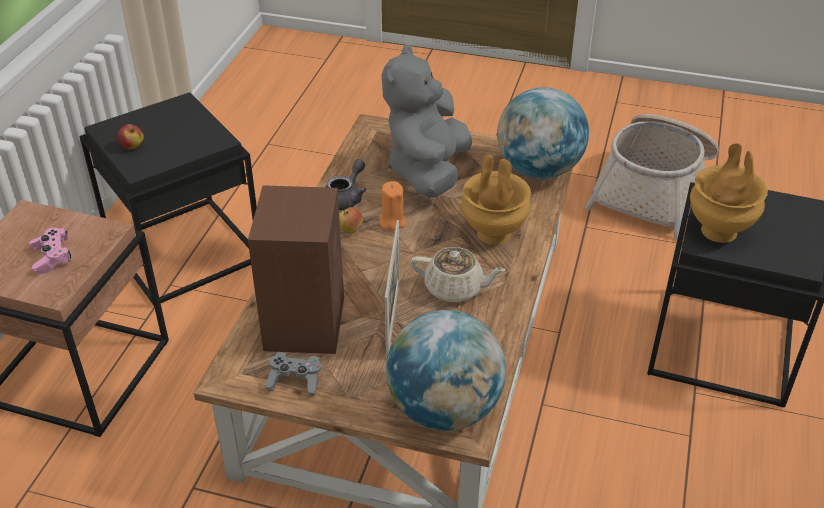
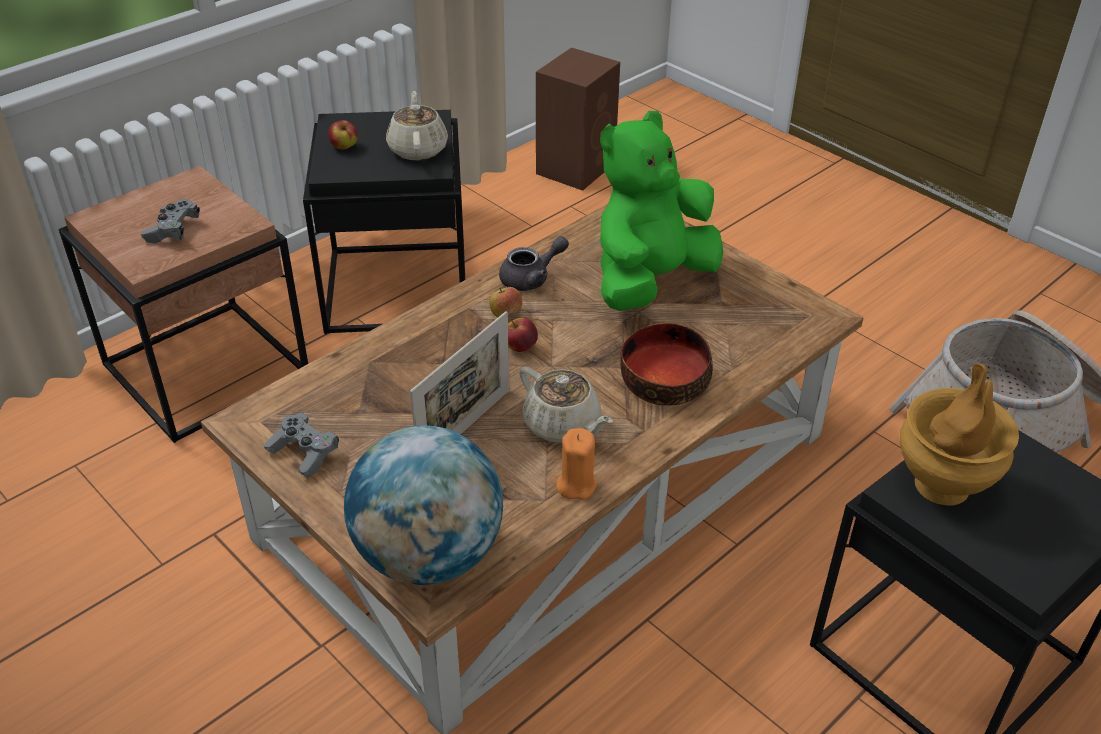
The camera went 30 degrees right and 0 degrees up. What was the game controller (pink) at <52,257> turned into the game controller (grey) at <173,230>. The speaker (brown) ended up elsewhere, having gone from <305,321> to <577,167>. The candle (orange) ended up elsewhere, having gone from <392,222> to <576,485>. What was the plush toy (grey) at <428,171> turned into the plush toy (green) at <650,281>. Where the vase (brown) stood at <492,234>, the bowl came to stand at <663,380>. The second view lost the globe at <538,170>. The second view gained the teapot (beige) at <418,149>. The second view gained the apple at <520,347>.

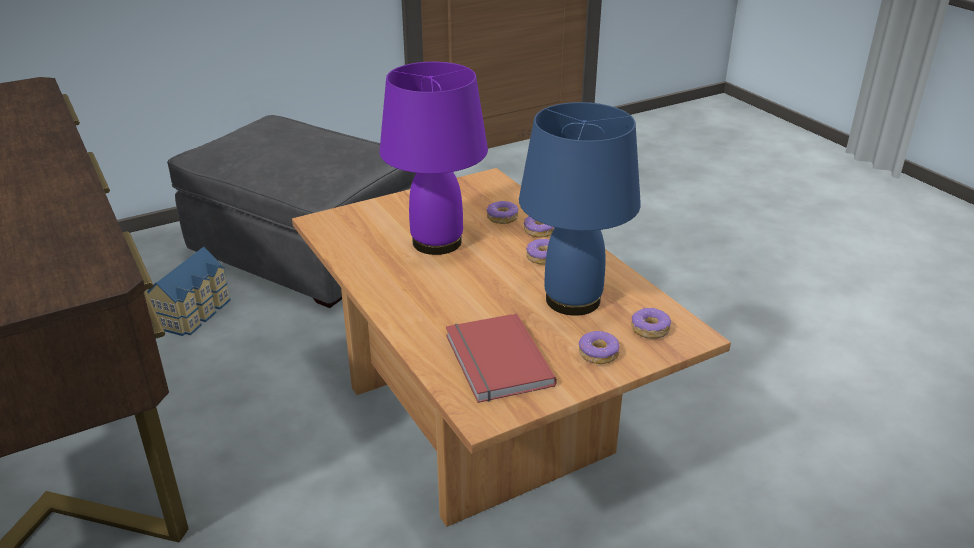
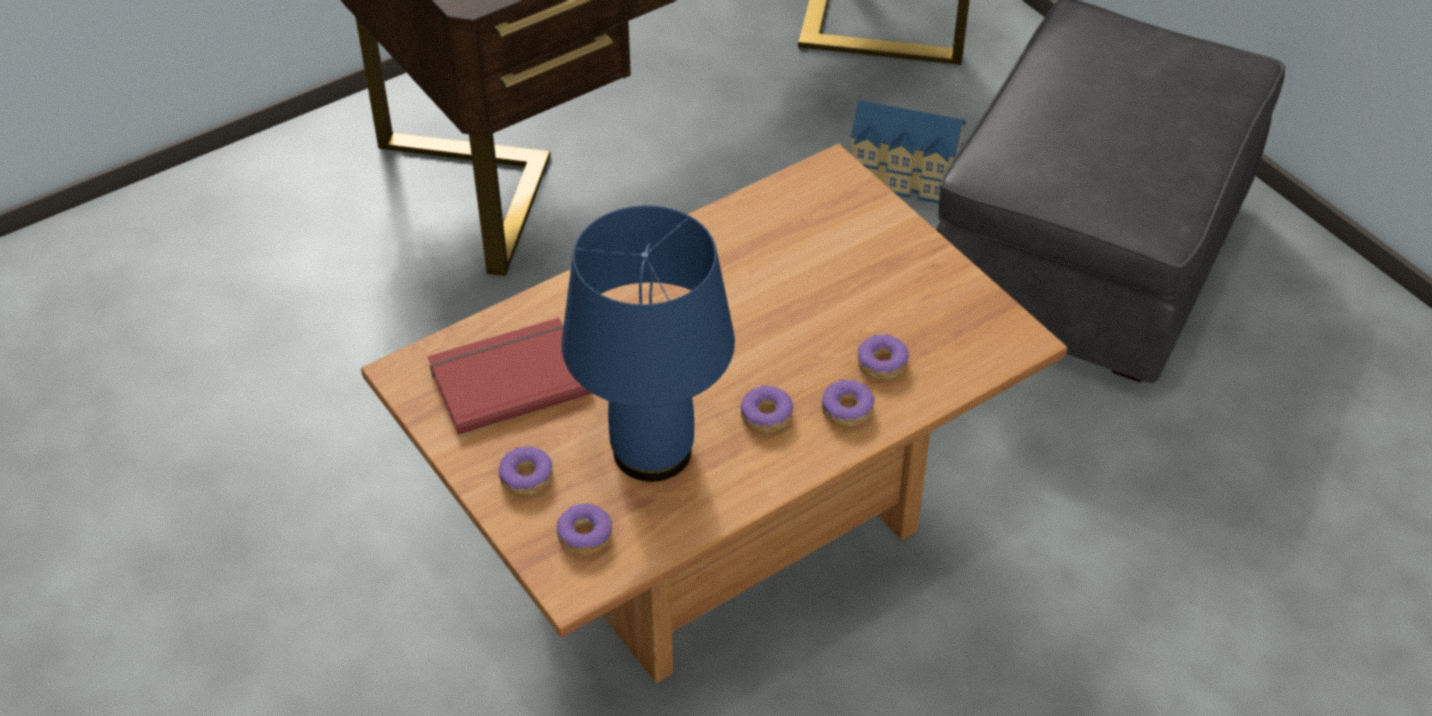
The camera went 85 degrees right and 15 degrees up. The second view lost the table lamp (purple) at <437,243>.

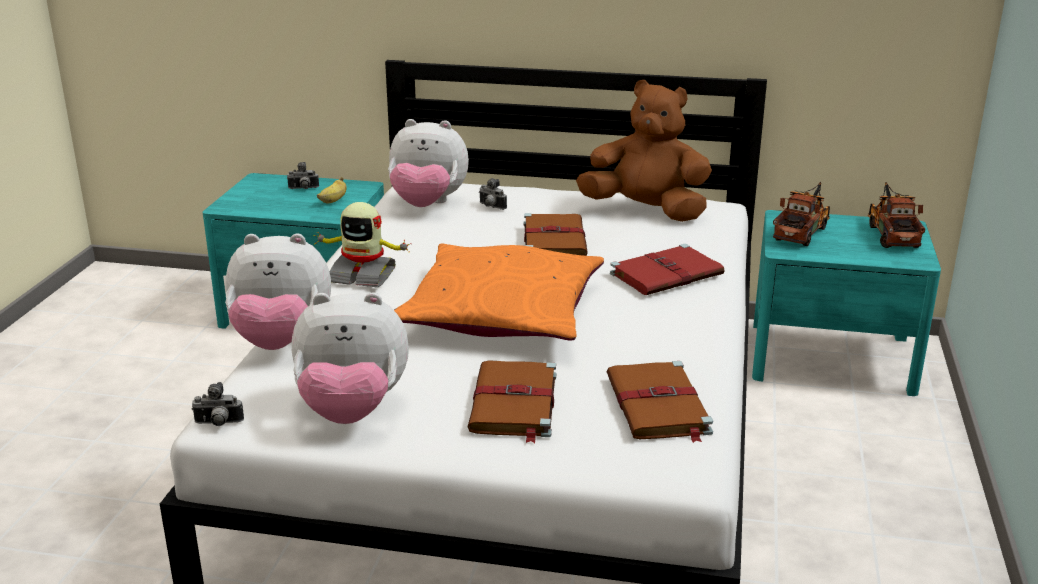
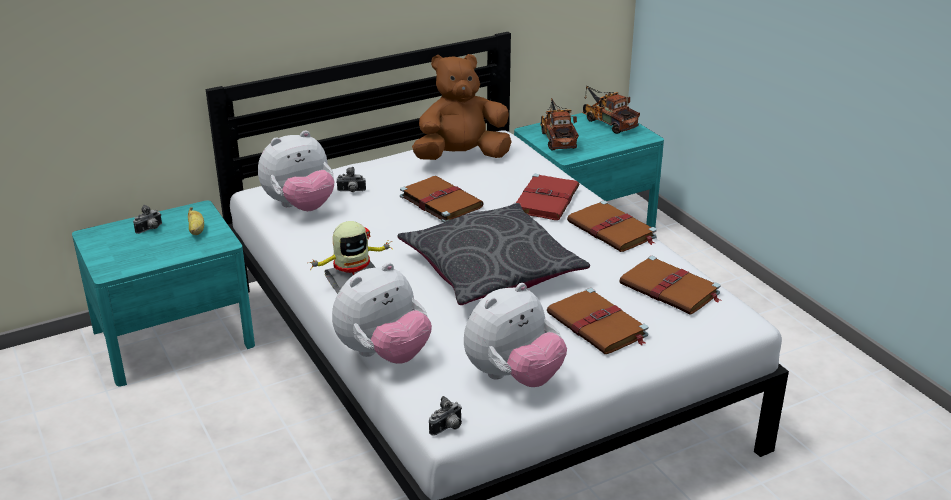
The camera went 40 degrees left and 5 degrees up. What was the pillow (orange) at <501,313> turned into the pillow (grey) at <491,269>. The second view gained the book (brown) at <612,230>.

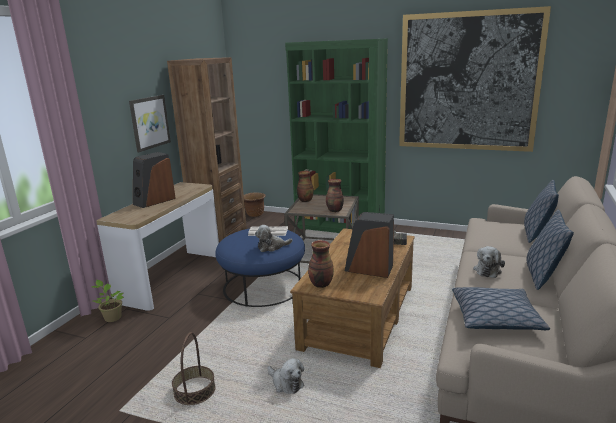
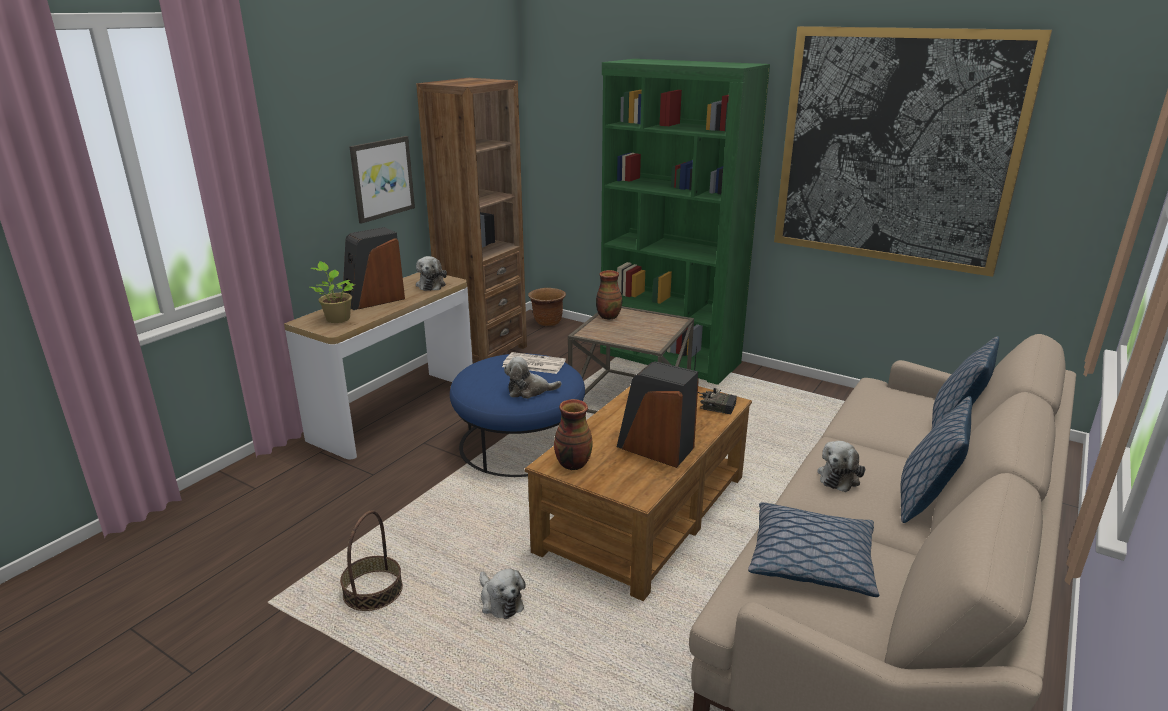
The camera went 10 degrees right and 5 degrees up. The potted plant ended up elsewhere, having gone from <112,317> to <337,318>. The second view lost the vase at <334,210>. The second view gained the plush toy at <431,284>.

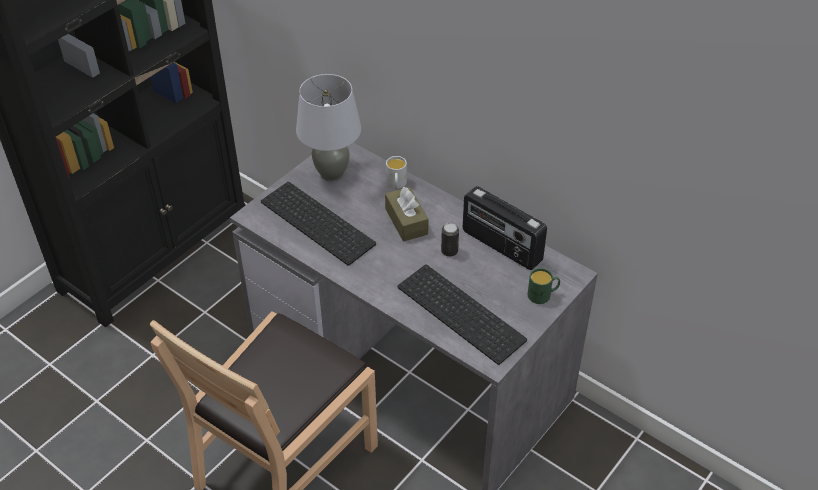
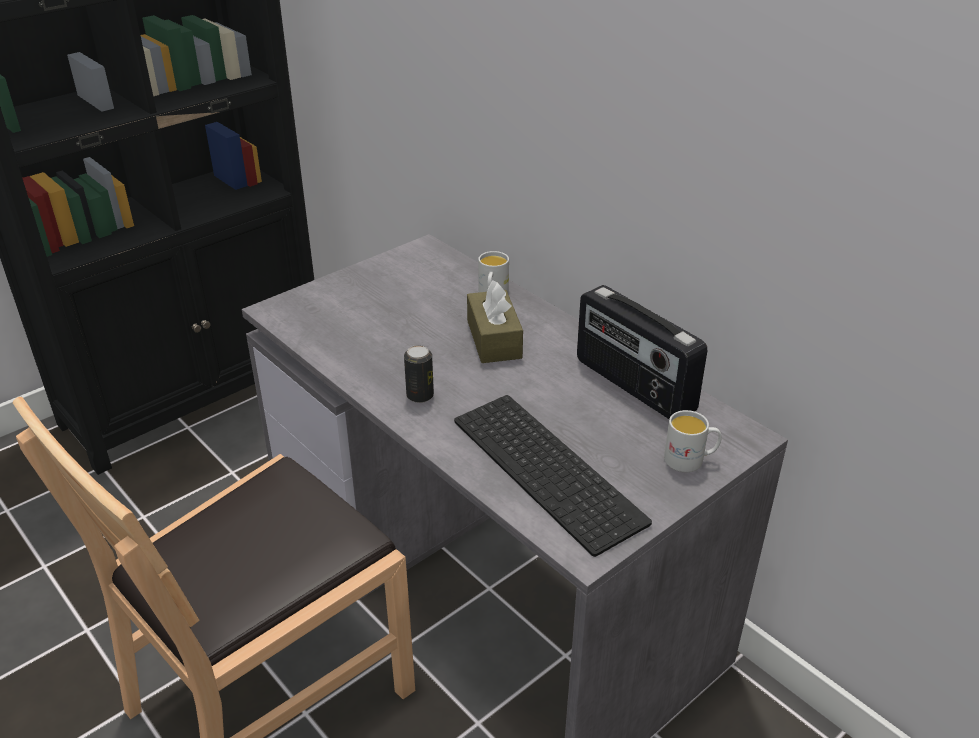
The camera went 10 degrees right and 10 degrees down. The second view lost the keyboard at <320,222>. The second view lost the table lamp (grey) at <331,173>. The can ended up elsewhere, having gone from <449,251> to <420,395>. What was the mug (green) at <543,295> turned into the mug (white) at <690,460>.

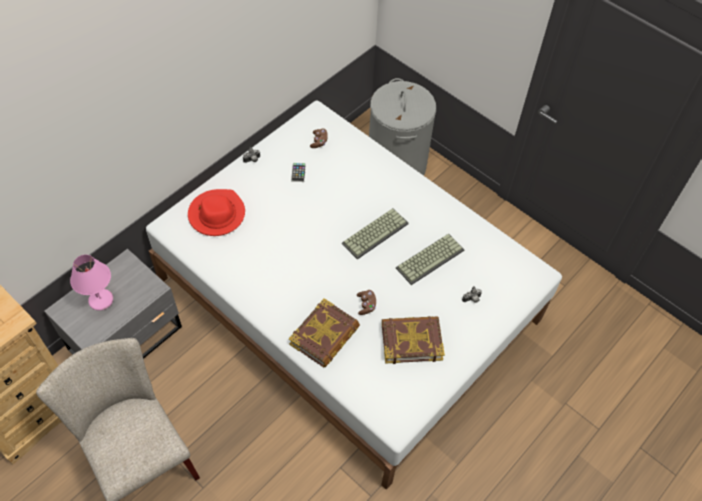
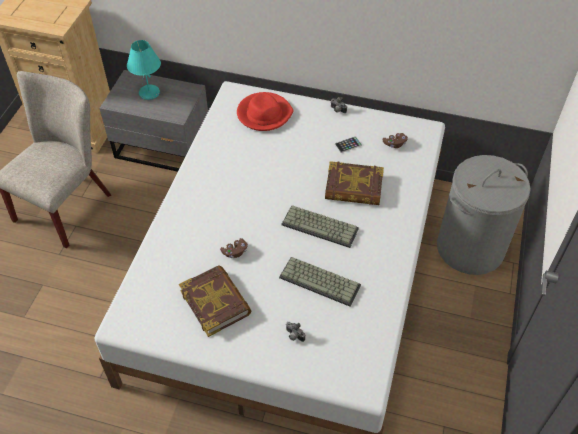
The camera went 65 degrees right and 5 degrees down. What was the table lamp (pink) at <101,300> turned into the table lamp (turquoise) at <149,93>. The book ended up elsewhere, having gone from <325,336> to <353,188>.

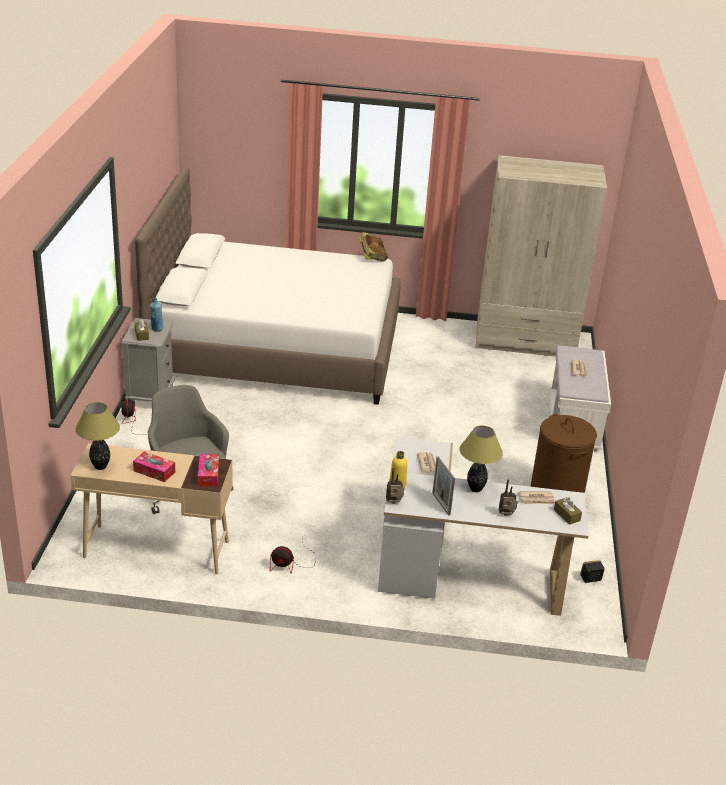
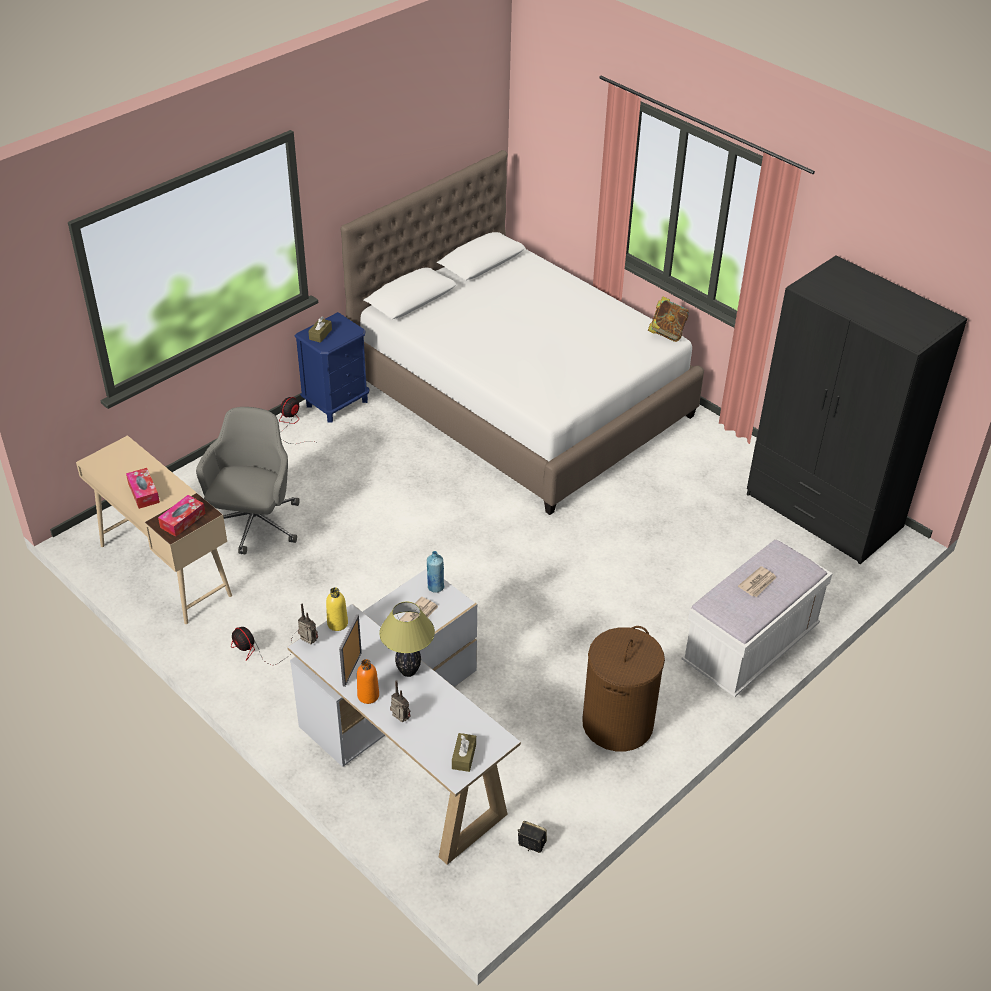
The camera went 40 degrees right and 10 degrees up. The second view lost the table lamp at <100,466>. What was the nightstand (grey) at <150,397> turned into the nightstand (blue) at <336,403>. The bottle (blue) ended up elsewhere, having gone from <157,329> to <435,587>. What was the wardrobe (beige) at <525,341> turned into the wardrobe (black) at <823,511>. The second view lost the newspaper at <537,499>. The second view gained the bottle (orange) at <368,695>.

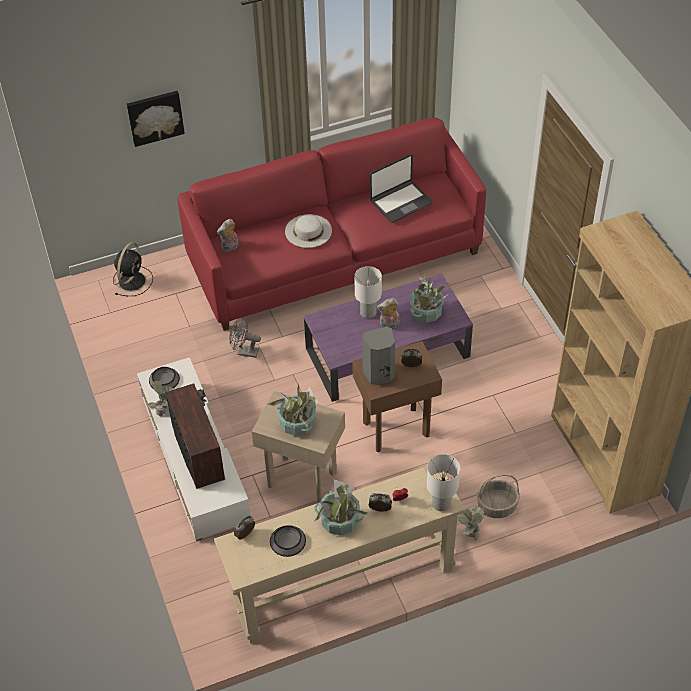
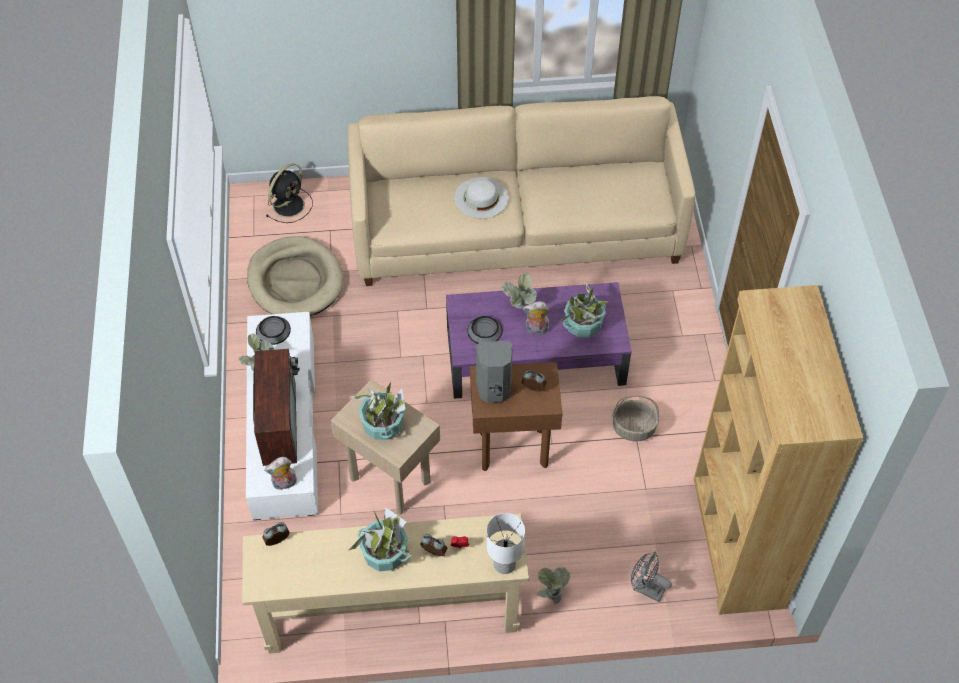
The camera went 15 degrees right and 5 degrees up. The second view lost the picture at <155,117>. What was the sofa (red) at <334,257> turned into the sofa (beige) at <516,229>. The plush toy ended up elsewhere, having gone from <230,248> to <284,484>. The fan (grey) ended up elsewhere, having gone from <244,352> to <646,589>. The bowl ended up elsewhere, having gone from <288,541> to <485,331>. Where the table lamp (white) stood at <368,312>, the potted plant came to stand at <519,308>. The second view lost the laptop at <400,202>. The basket ended up elsewhere, having gone from <496,507> to <633,428>. The second view gained the dog bed (beige) at <295,281>.

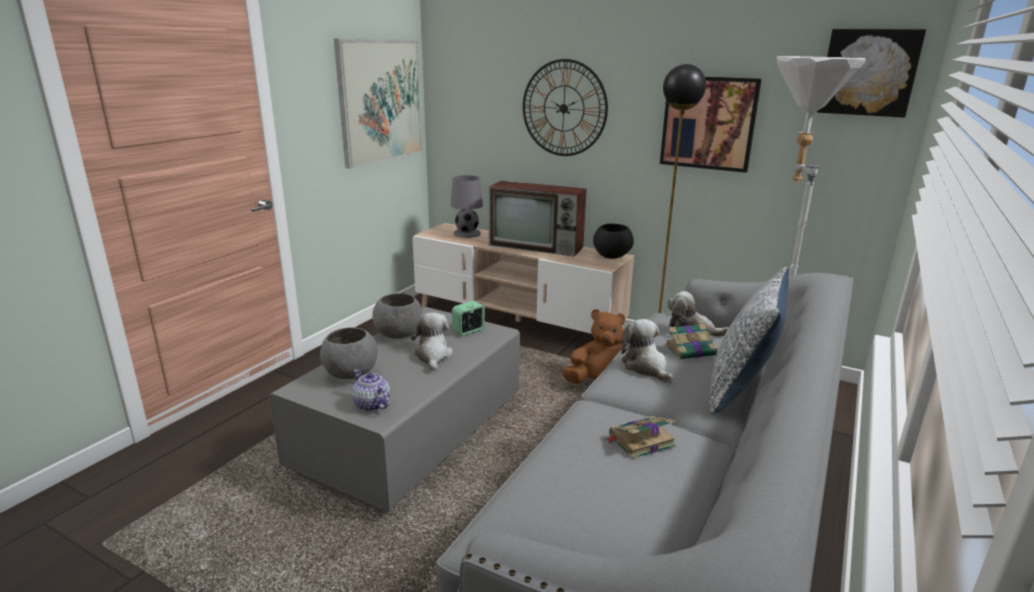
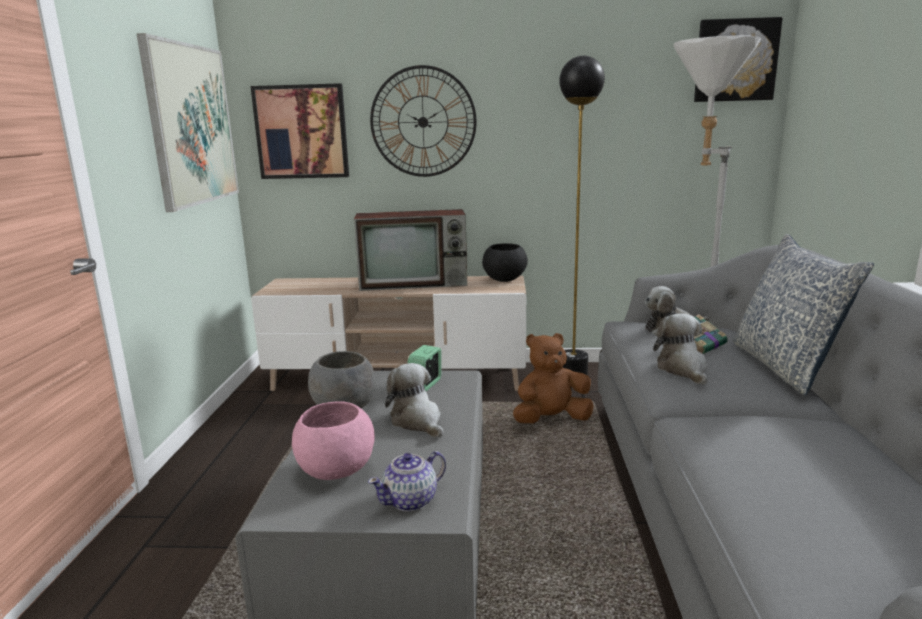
The camera went 25 degrees left and 5 degrees down. What was the bowl (grey) at <351,375> turned into the bowl (pink) at <337,472>. The teapot at <372,405> ended up facing another way, 60 degrees counterclockwise from before. The second view lost the table lamp (grey) at <467,233>. The second view lost the book at <640,441>. The plush toy at <646,367> ended up facing another way, 45 degrees clockwise from before. The picture ended up elsewhere, having gone from <708,123> to <301,132>.

